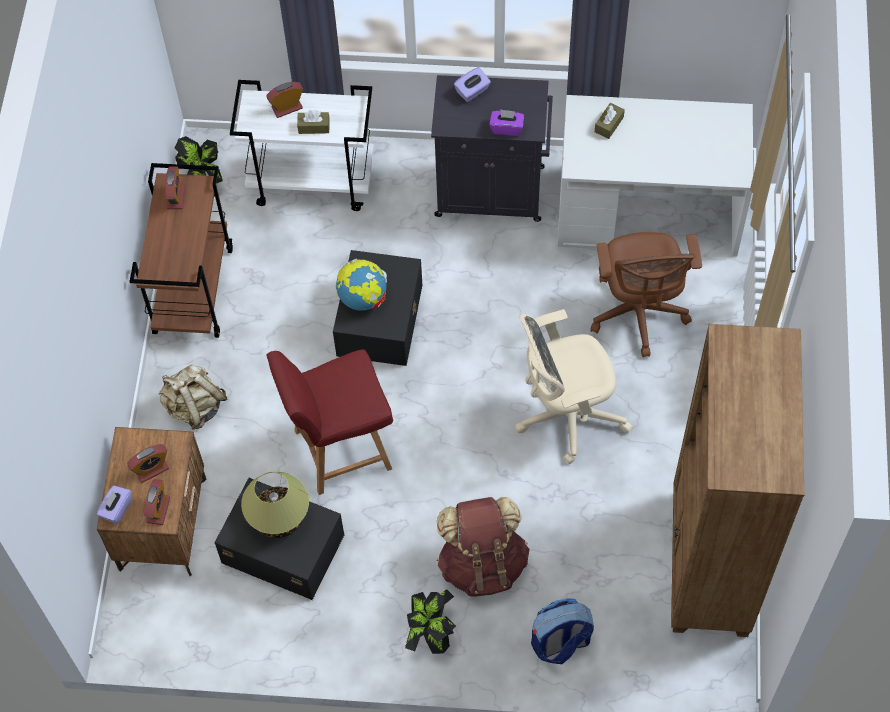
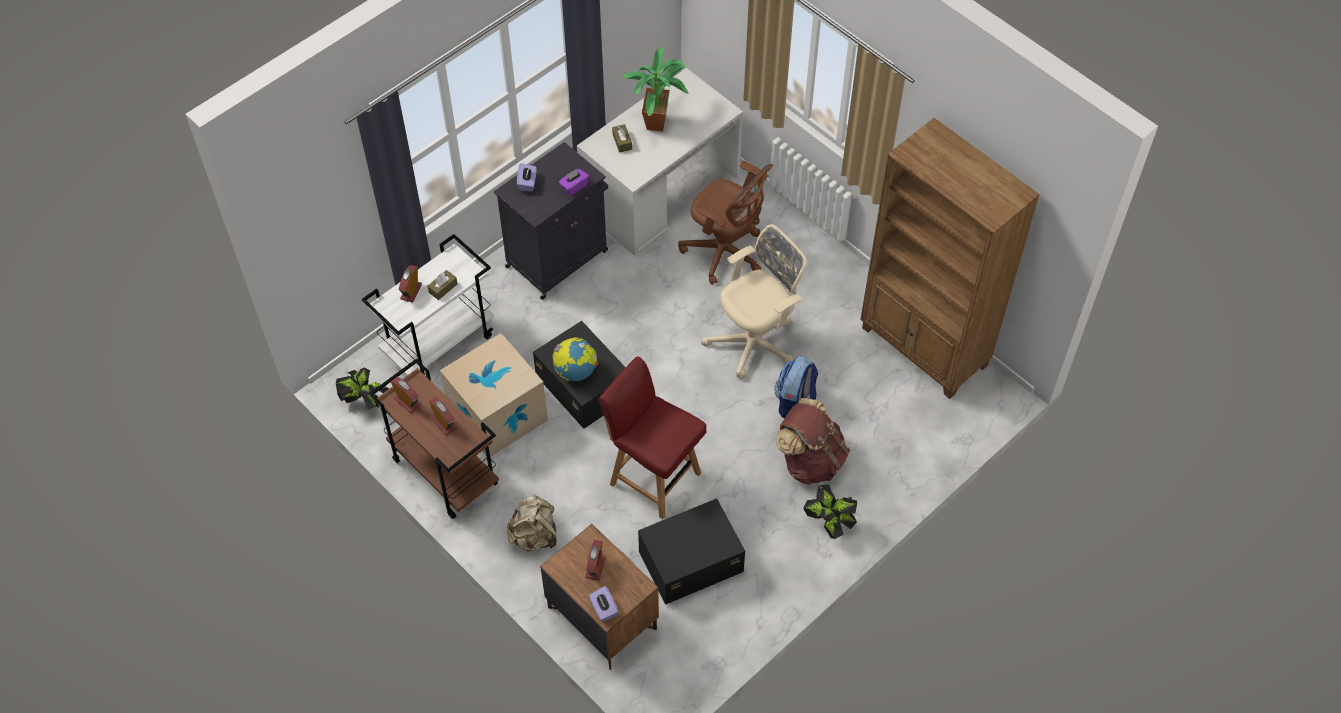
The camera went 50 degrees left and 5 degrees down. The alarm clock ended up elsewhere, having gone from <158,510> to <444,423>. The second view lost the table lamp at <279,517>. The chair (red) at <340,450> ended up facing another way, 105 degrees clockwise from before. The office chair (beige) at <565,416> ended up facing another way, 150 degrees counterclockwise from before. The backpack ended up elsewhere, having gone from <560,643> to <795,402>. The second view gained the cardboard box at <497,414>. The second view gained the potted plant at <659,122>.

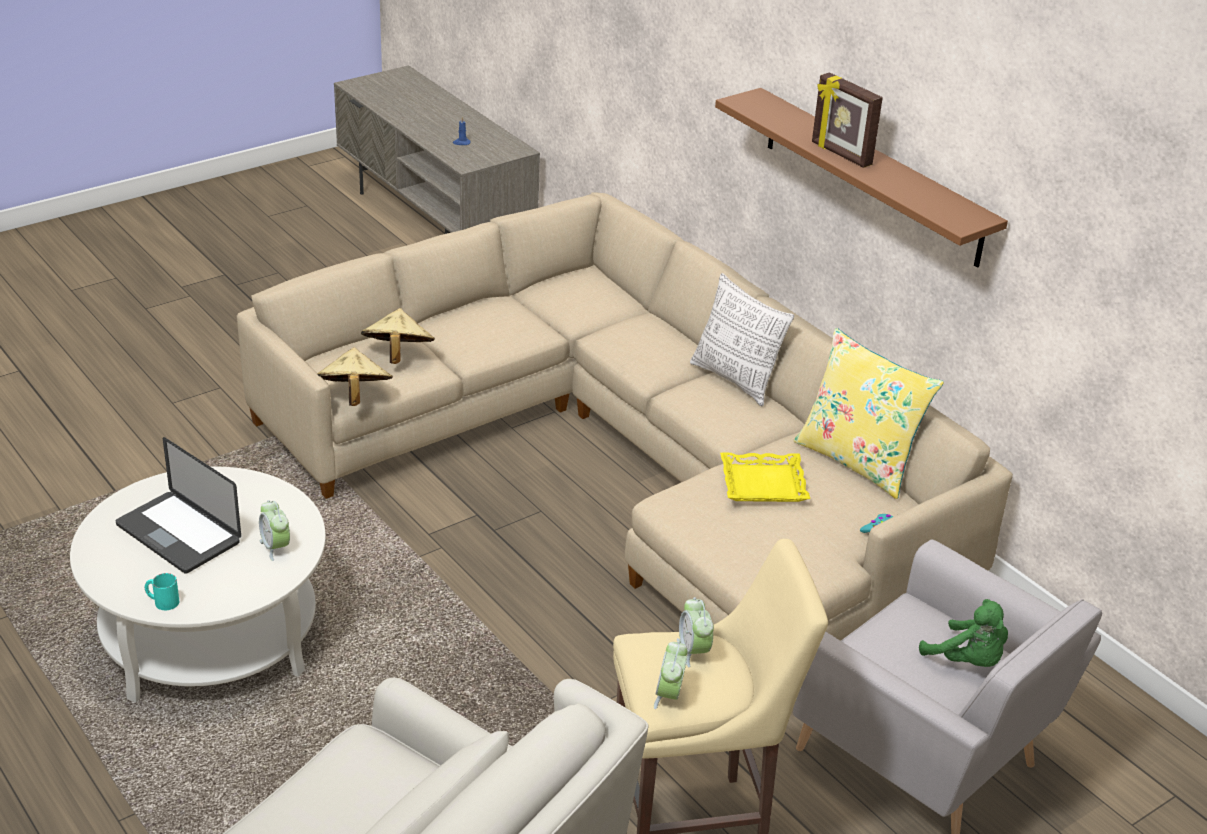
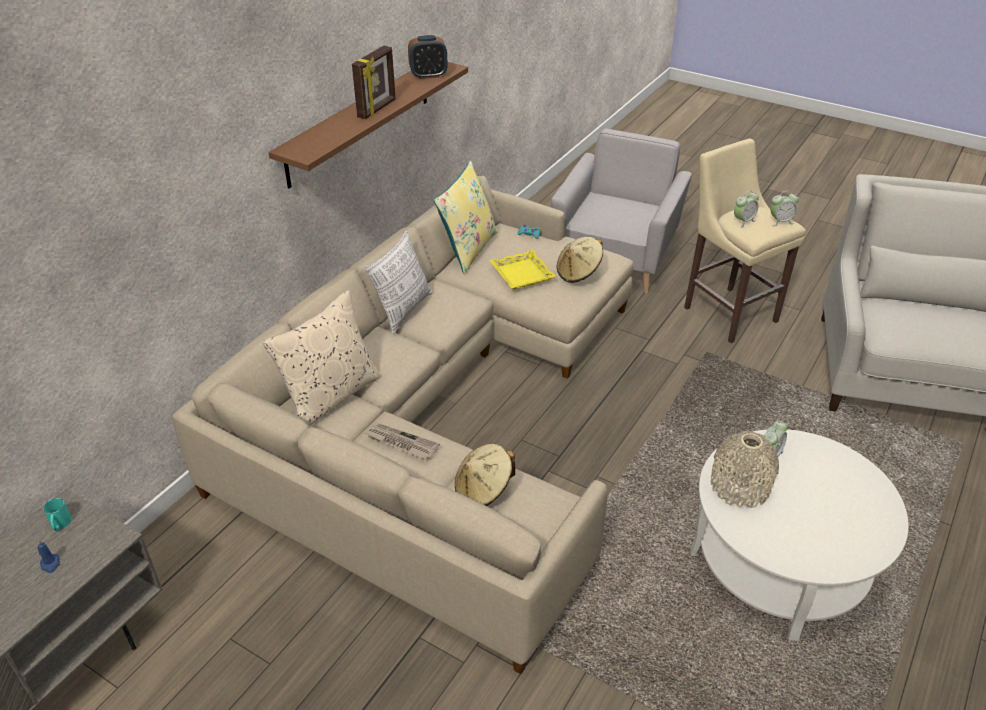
The camera went 110 degrees left and 5 degrees up. The second view lost the laptop at <178,534>. The mug (turquoise) ended up elsewhere, having gone from <162,601> to <60,524>. The hat (beige) ended up elsewhere, having gone from <354,397> to <579,273>. The second view lost the plush toy (green) at <967,661>. The second view gained the pillow (beige) at <330,396>. The second view gained the newspaper at <401,443>. The second view gained the alarm clock at <428,75>. The second view gained the vase (beige) at <740,486>.

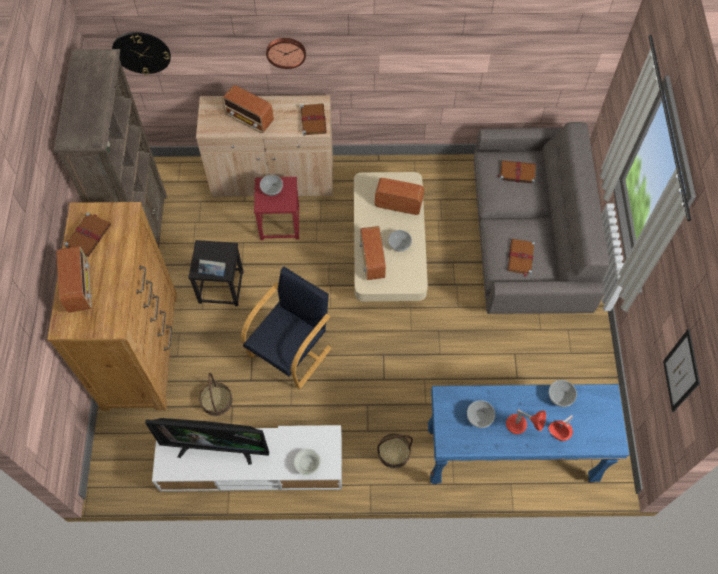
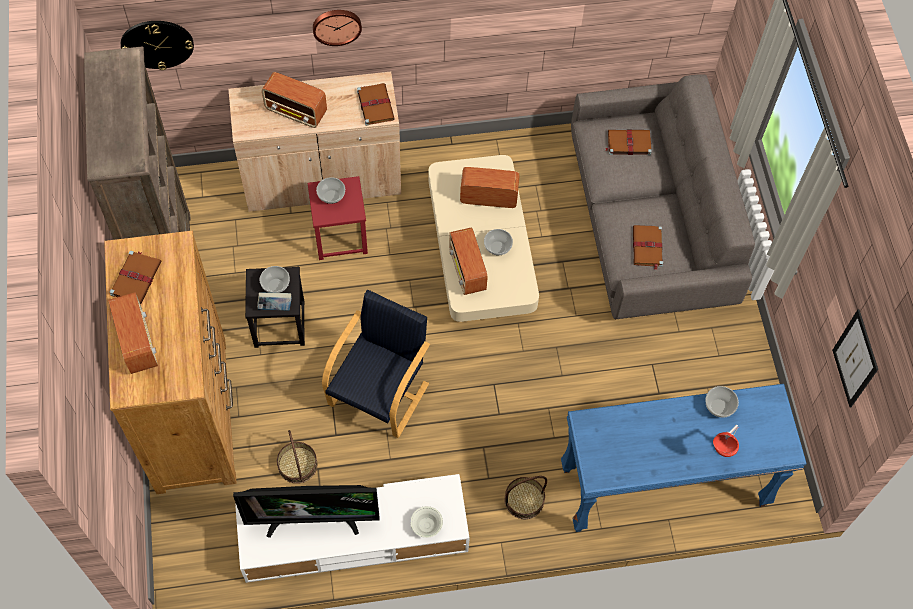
The camera went 10 degrees left and 0 degrees up. The bowl ended up elsewhere, having gone from <479,418> to <275,285>. The second view lost the table lamp (red) at <521,428>.

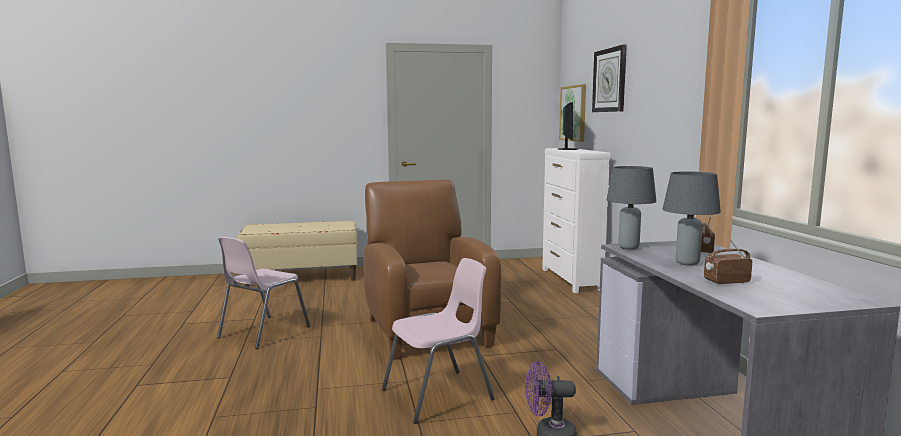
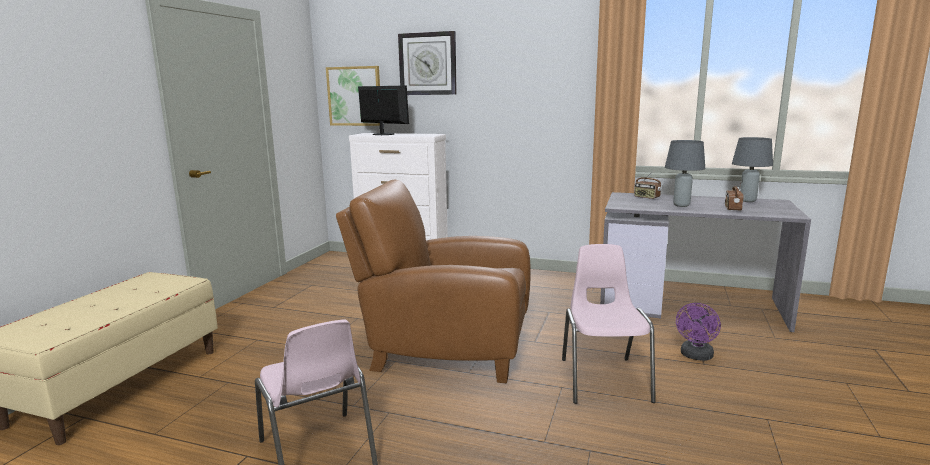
The camera went 60 degrees left and 5 degrees up. The table lamp (grey) ended up elsewhere, having gone from <628,248> to <748,201>.

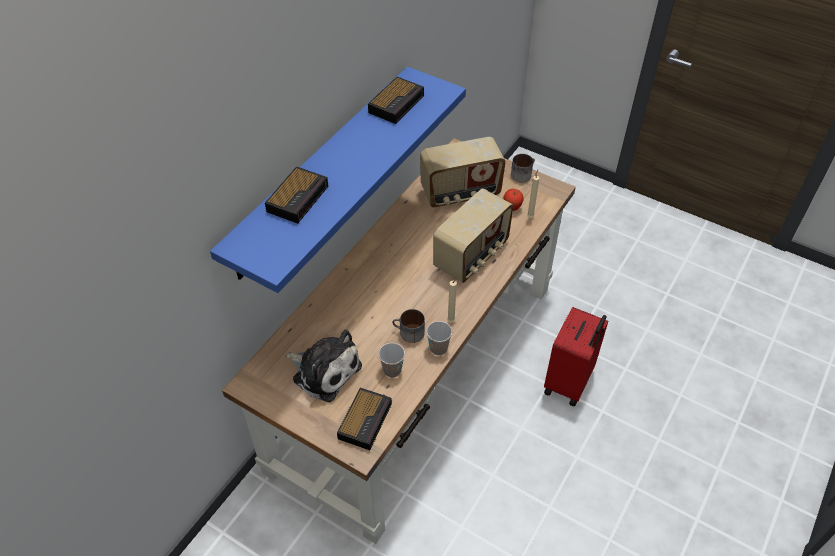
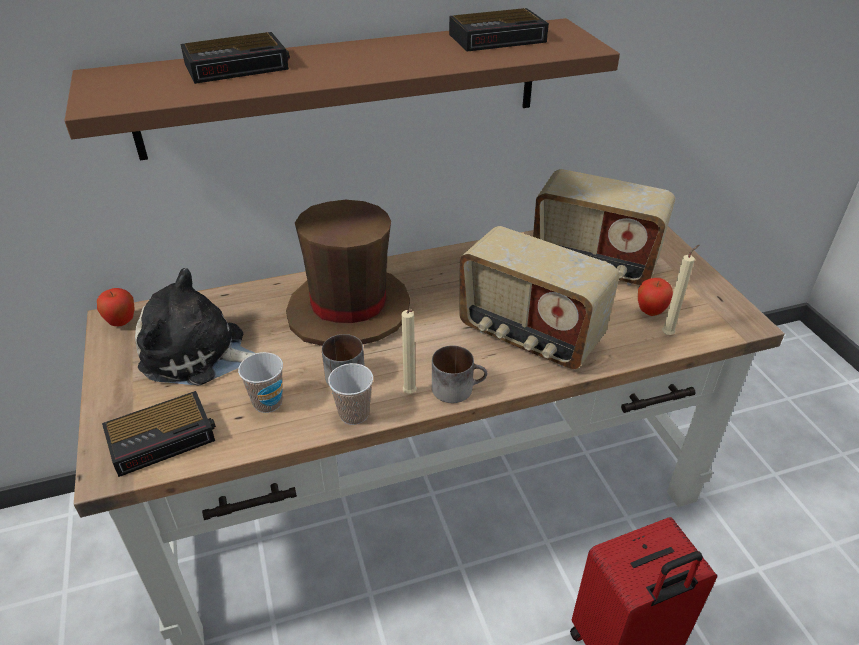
The camera went 40 degrees right and 10 degrees down. What was the shelf (blue) at <322,171> turned into the shelf (brown) at <343,88>. The plush toy at <324,370> ended up facing another way, 120 degrees clockwise from before. The radio at <472,256> ended up facing another way, 45 degrees clockwise from before. The mug ended up elsewhere, having gone from <522,174> to <457,387>. The second view gained the apple at <122,322>. The second view gained the hat (brown) at <349,311>.

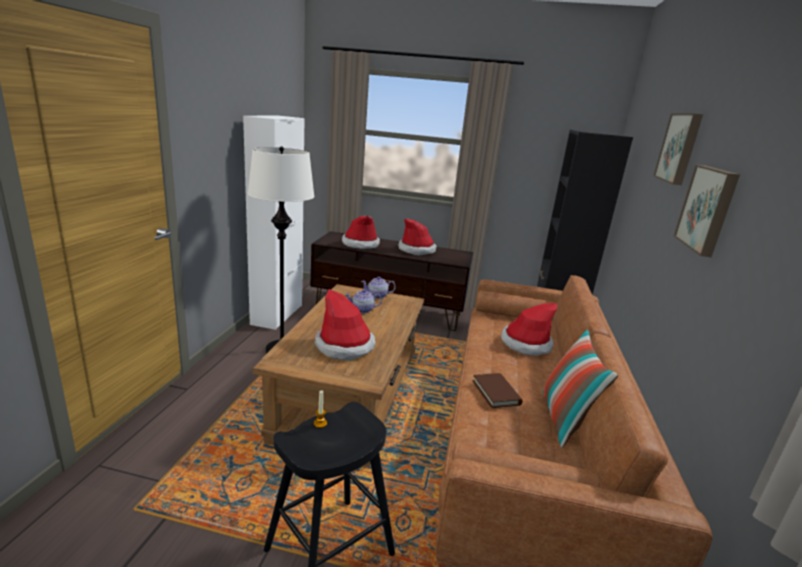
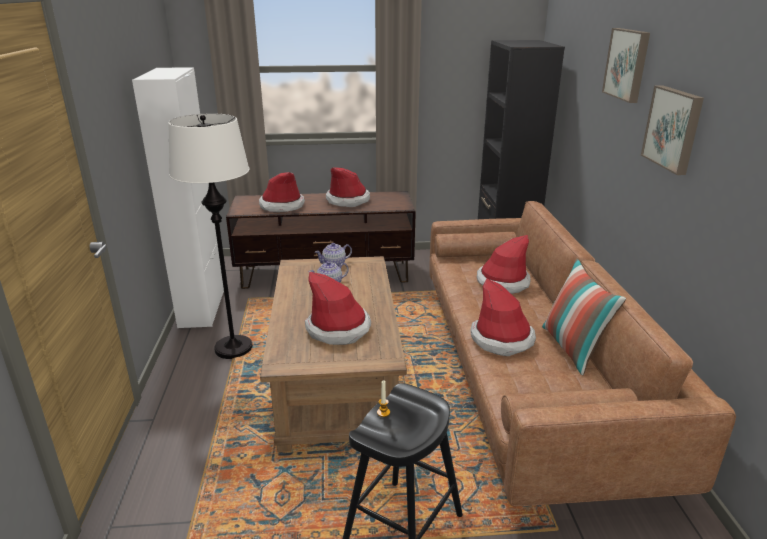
The camera went 15 degrees left and 5 degrees up. Where the book (brown) stood at <496,393>, the hat came to stand at <502,339>.

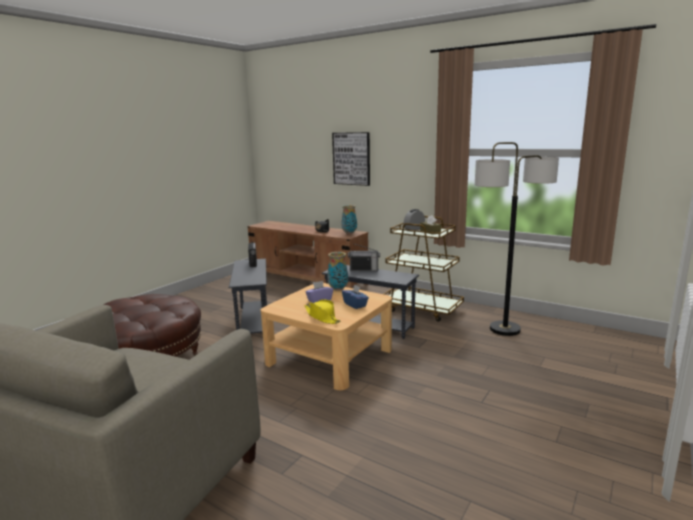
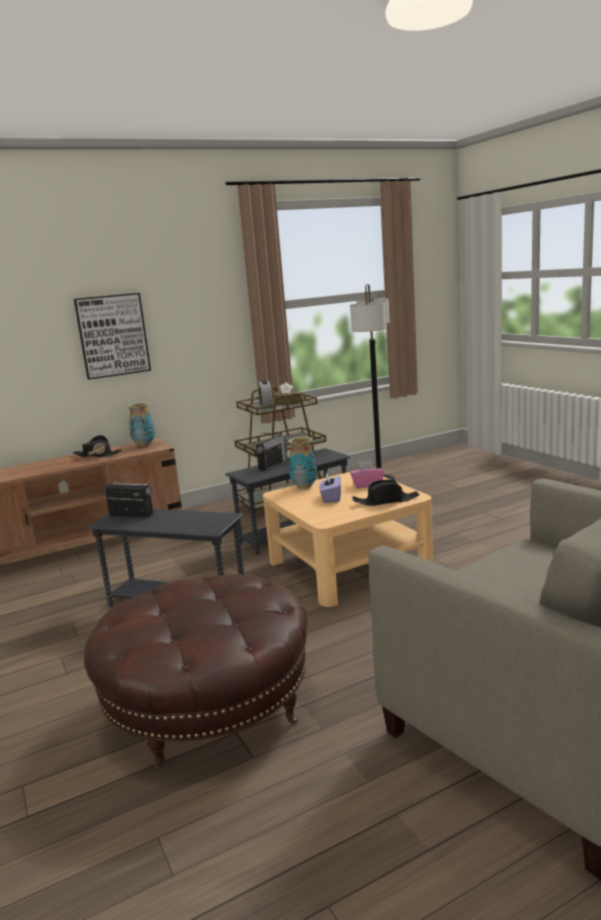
The camera went 60 degrees left and 0 degrees up. What was the hat (yellow) at <322,317> turned into the hat (black) at <386,501>. What was the tissue box (blue) at <355,305> turned into the tissue box (pink) at <367,485>.

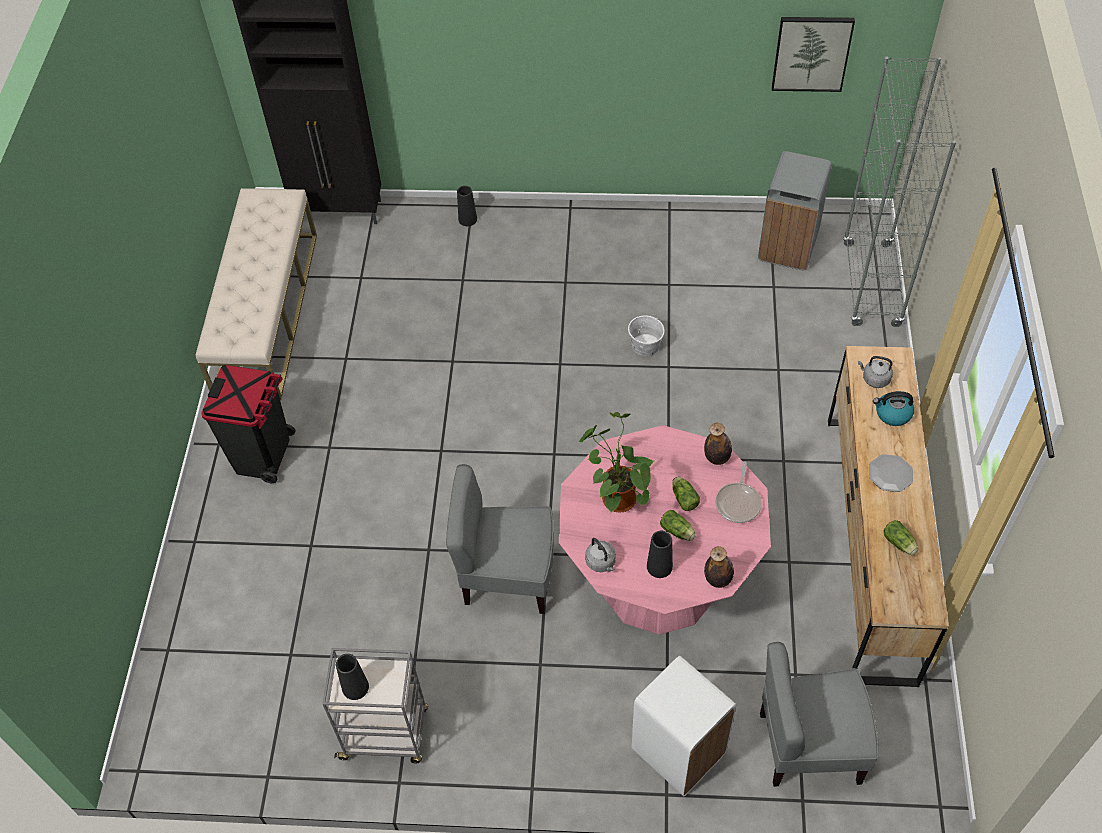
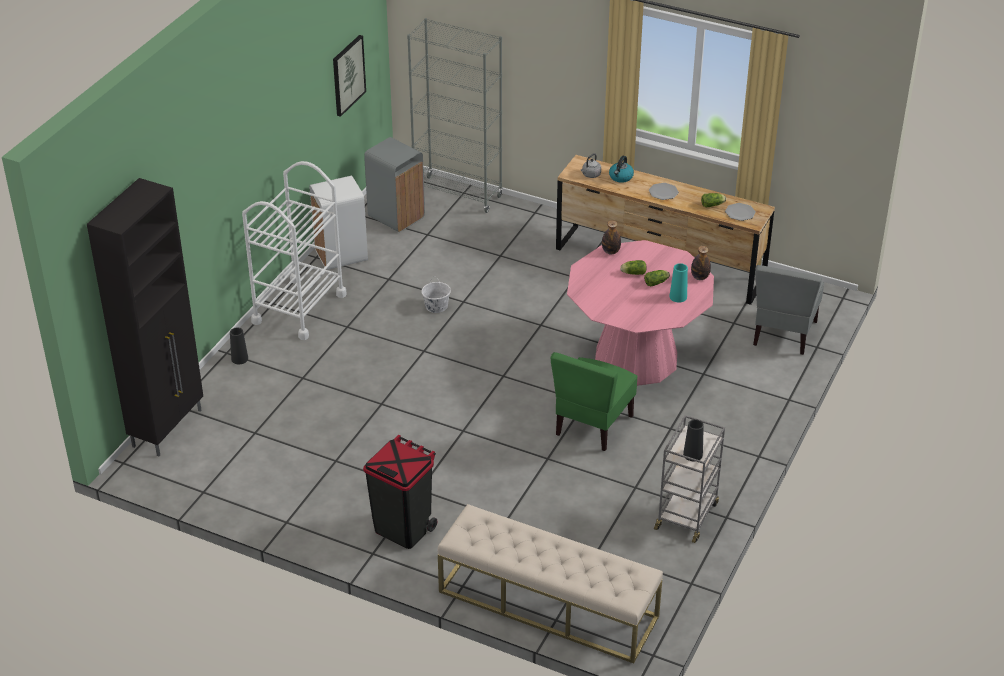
The camera went 70 degrees left and 15 degrees down. The bench (beige) ended up elsewhere, having gone from <267,312> to <547,604>. What was the chair (grey) at <507,576> turned into the chair (green) at <592,425>. The second view lost the potted plant at <615,497>. The second view lost the kettle (grey) at <601,563>. The trash can (white) ended up elsewhere, having gone from <678,753> to <341,255>. What was the vase (black) at <659,566> turned into the vase (turquoise) at <678,297>. The second view lost the frying pan at <738,502>. The second view gained the cart (white) at <299,308>. The second view gained the plate at <740,212>.

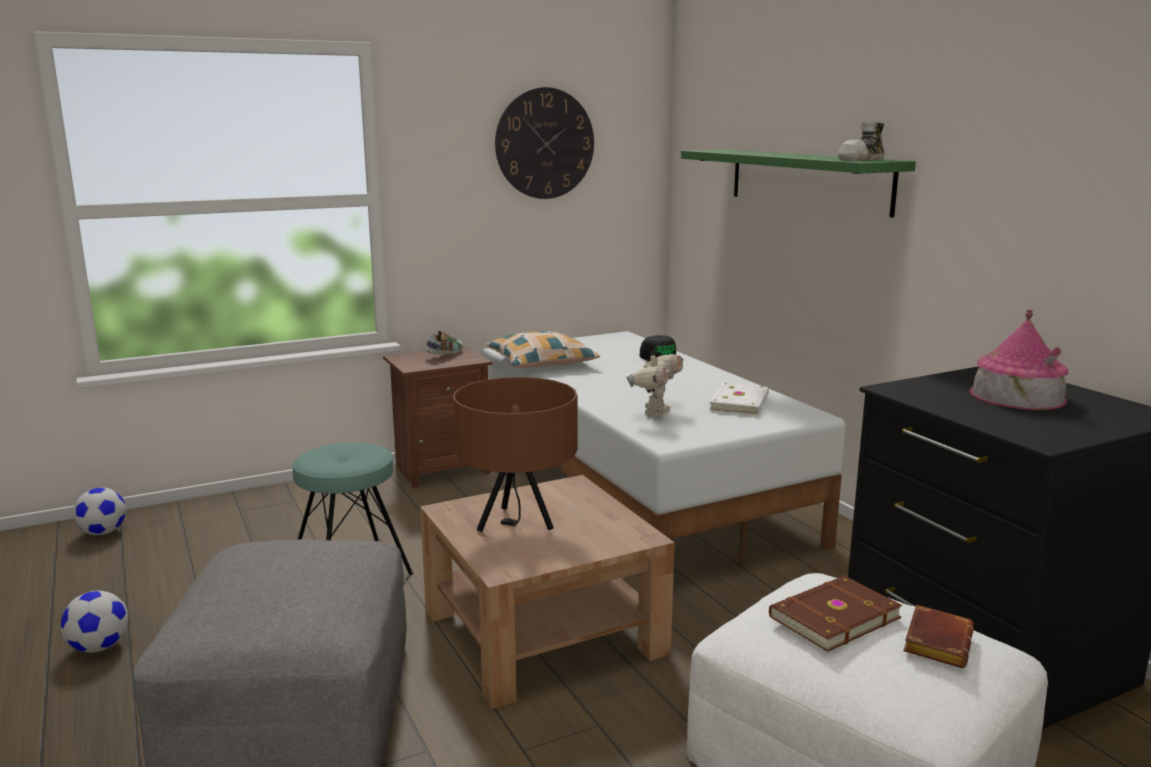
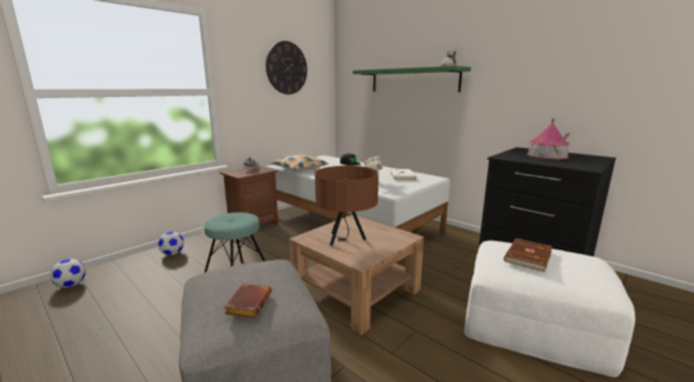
The camera went 20 degrees left and 0 degrees up. The football ended up elsewhere, having gone from <99,647> to <172,254>. The book (brown) ended up elsewhere, having gone from <935,641> to <248,303>.

